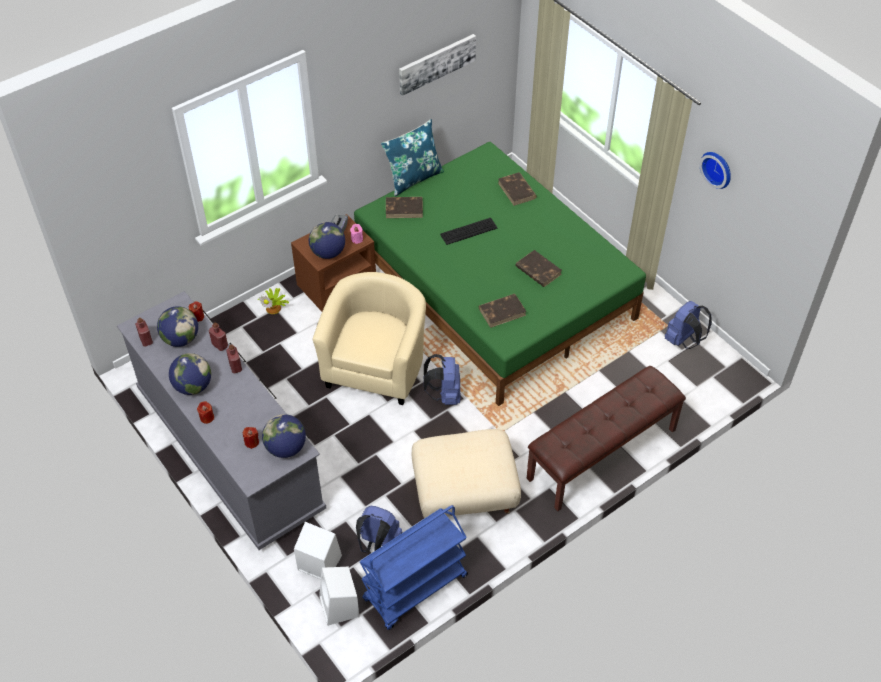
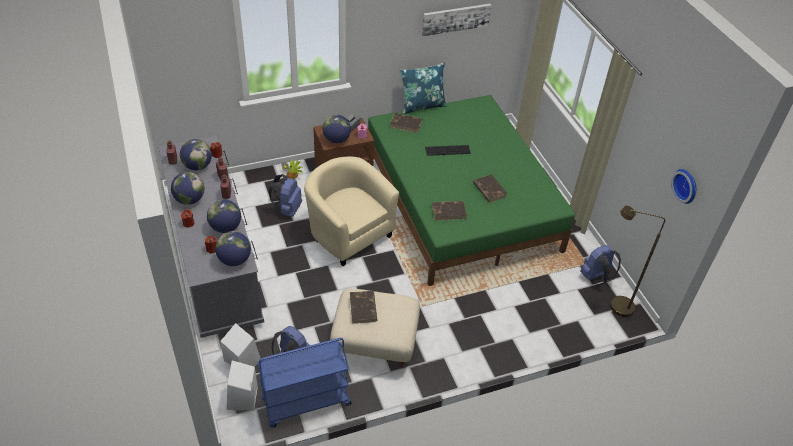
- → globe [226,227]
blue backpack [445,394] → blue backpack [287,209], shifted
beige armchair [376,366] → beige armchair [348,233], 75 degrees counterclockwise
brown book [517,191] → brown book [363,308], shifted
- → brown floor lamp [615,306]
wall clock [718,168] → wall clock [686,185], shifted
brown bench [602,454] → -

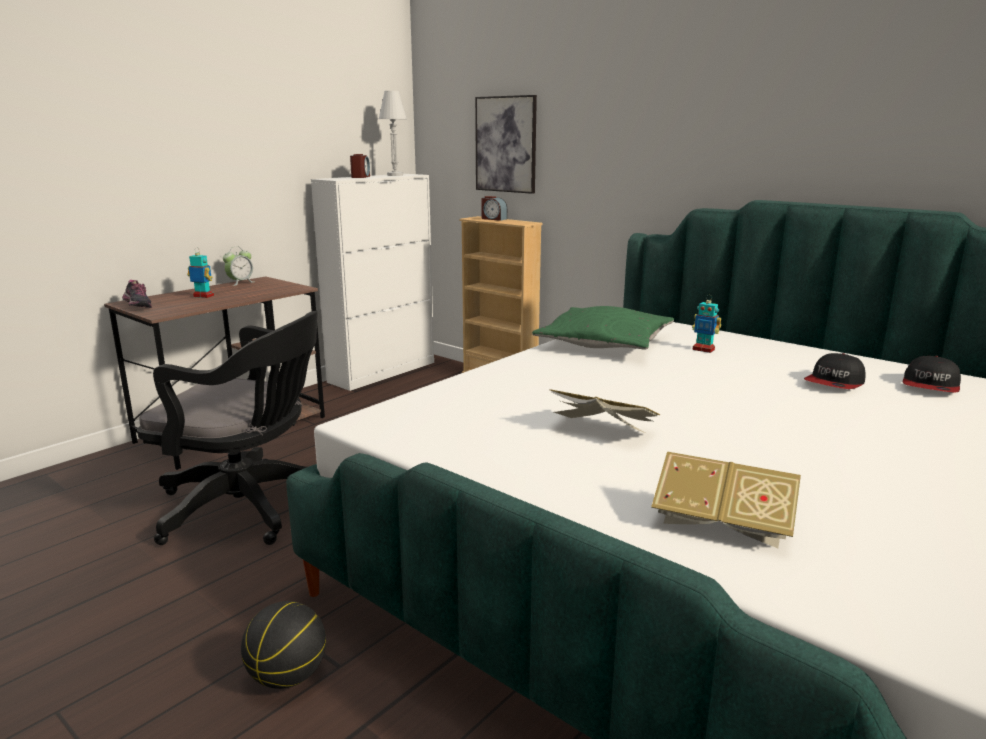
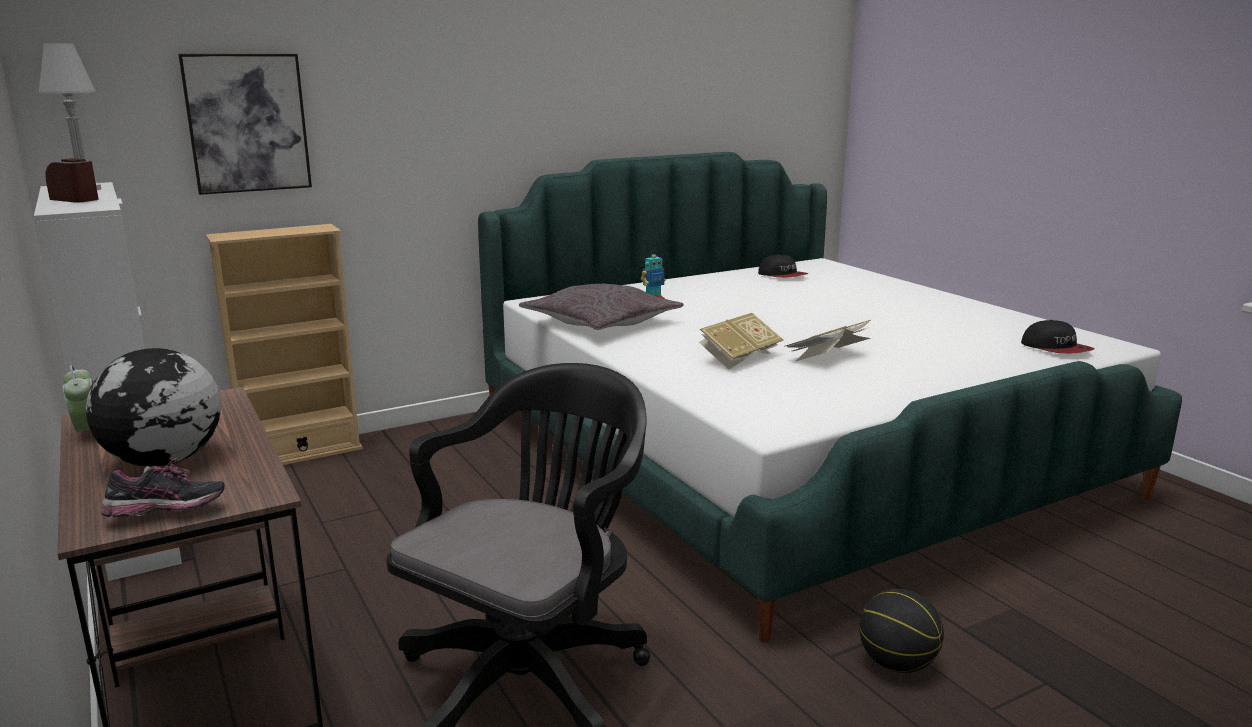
toy robot [203,296] → globe [164,462]
green pillow [604,343] → grey pillow [601,322]
book [722,524] → book [739,358], shifted
cap [835,383] → cap [1056,349], shifted
alarm clock [493,219] → -

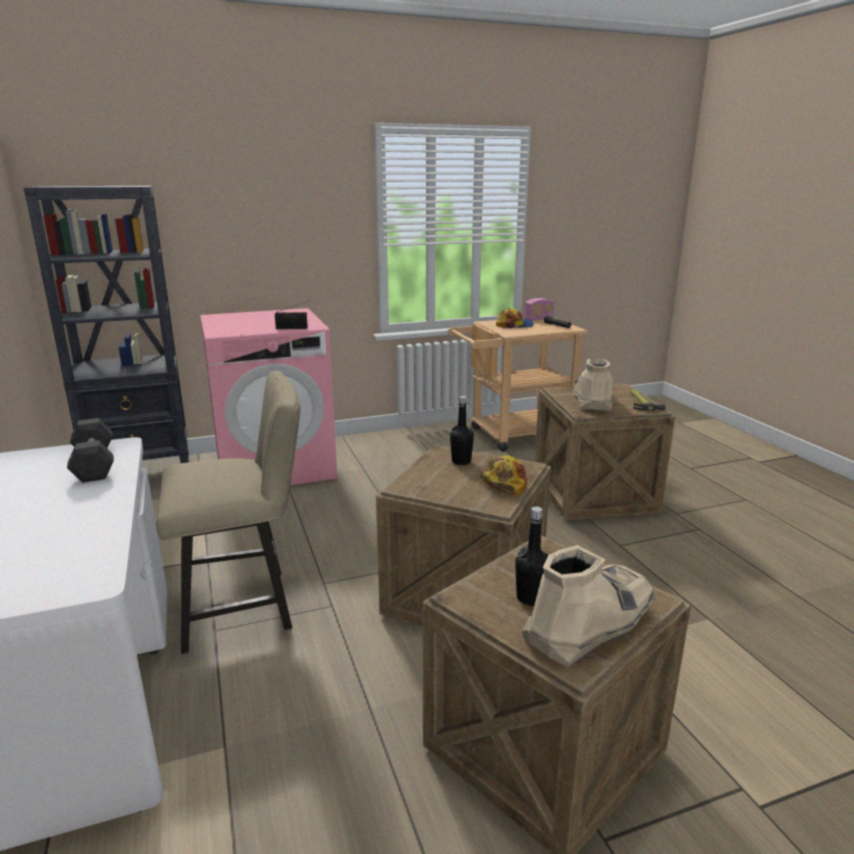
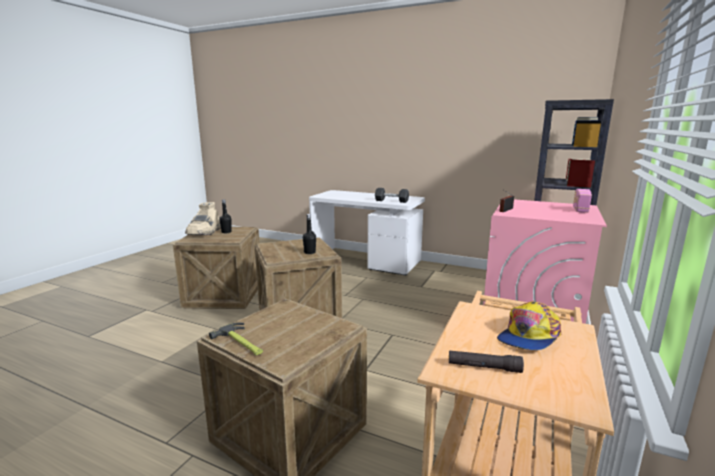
radio [538,319] → radio [580,210], shifted
beige chair [246,606] → -
cap [504,481] → -
beige boot [592,400] → -

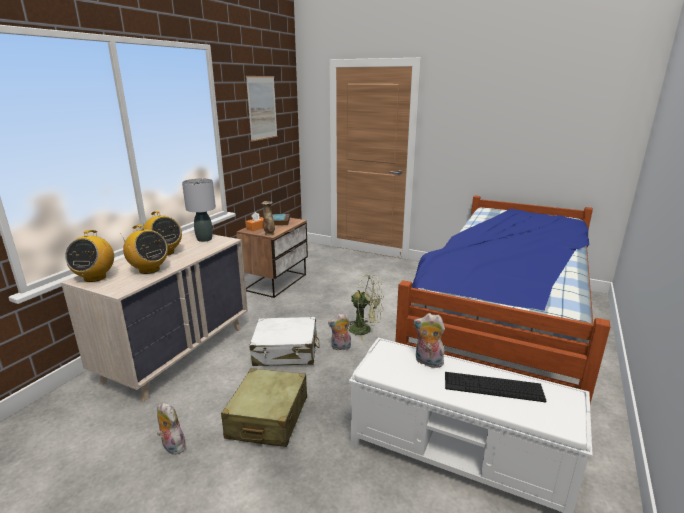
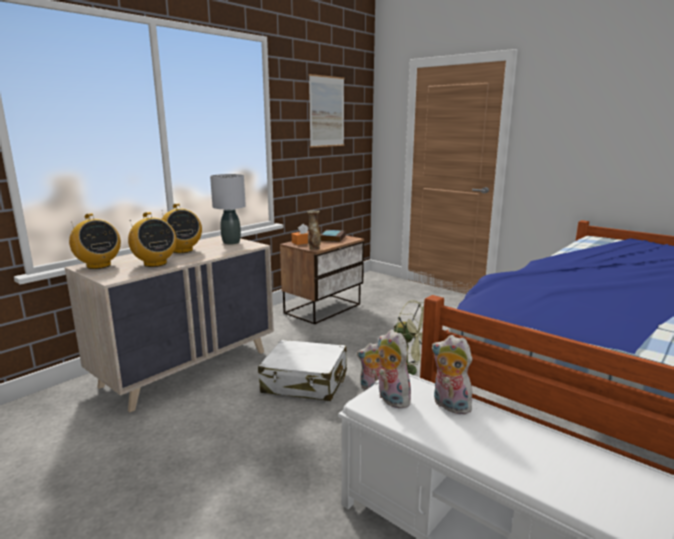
radio [95,277] → radio [98,265], 60 degrees counterclockwise
plush toy [172,446] → plush toy [390,399], shifted
beige suitcase [268,417] → -
keyboard [493,386] → -

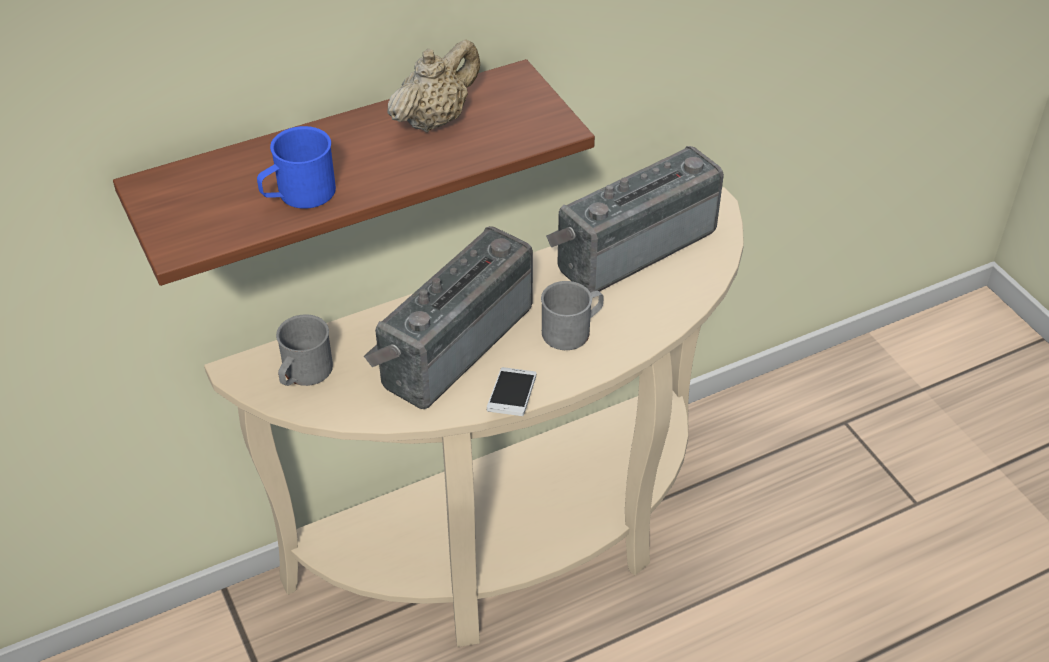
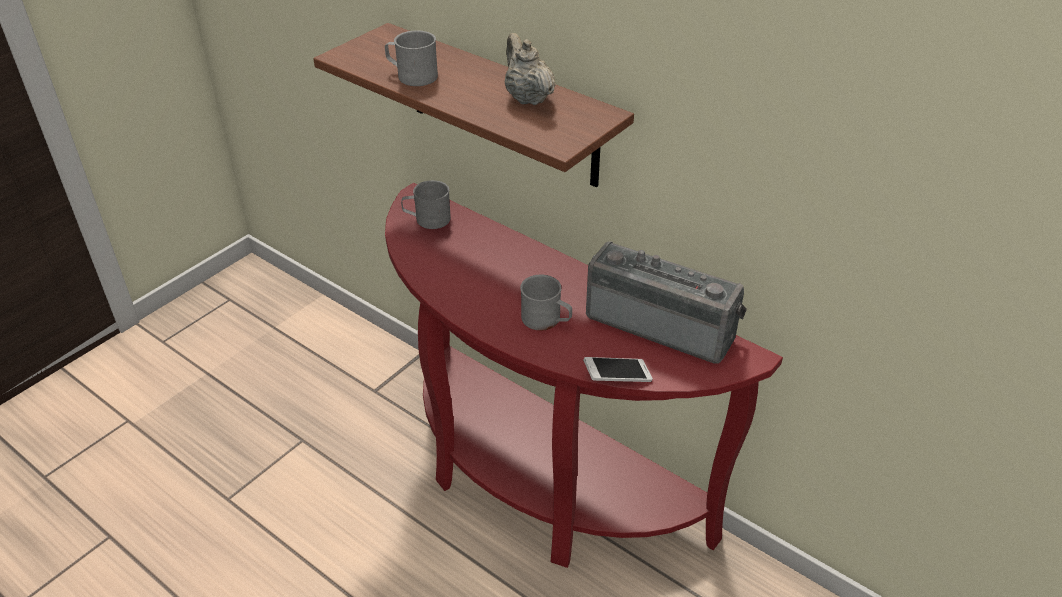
blue mug [298,195] → grey mug [412,76]
beige console table [518,544] → red console table [537,481]
beige teapot [435,120] → beige teapot [527,98], 135 degrees counterclockwise
phone [512,399] → phone [617,377], shifted
radio [451,343] → -

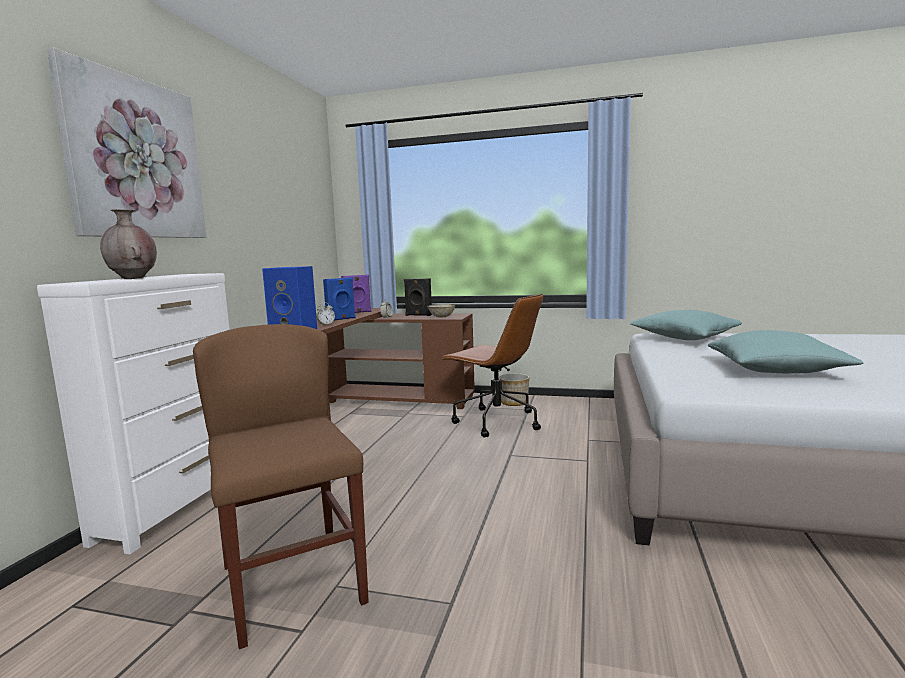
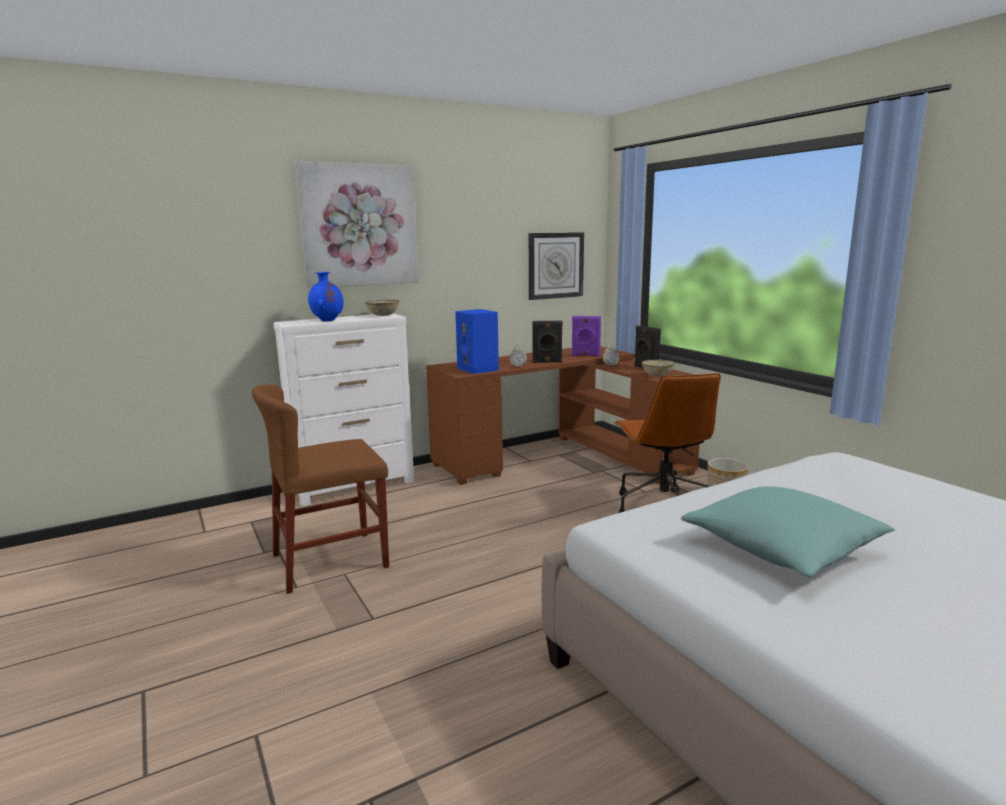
brown chair [292,584] → brown chair [330,561], 135 degrees counterclockwise
brown vase [133,278] → blue vase [327,320]
- → bowl [382,315]
- → wall clock [555,265]
blue speaker [341,319] → black speaker [547,362]
turquoise pillow [684,338] → -

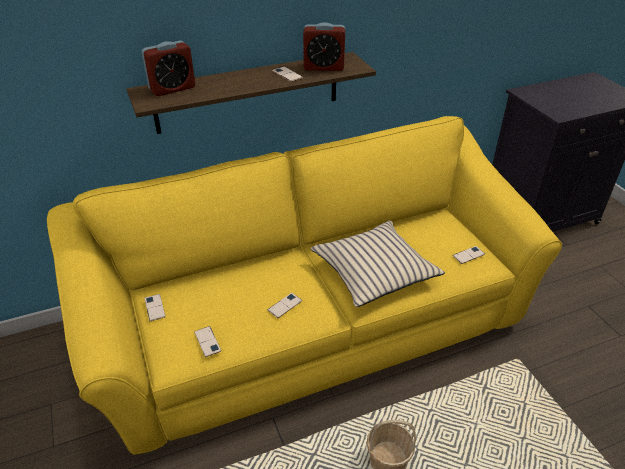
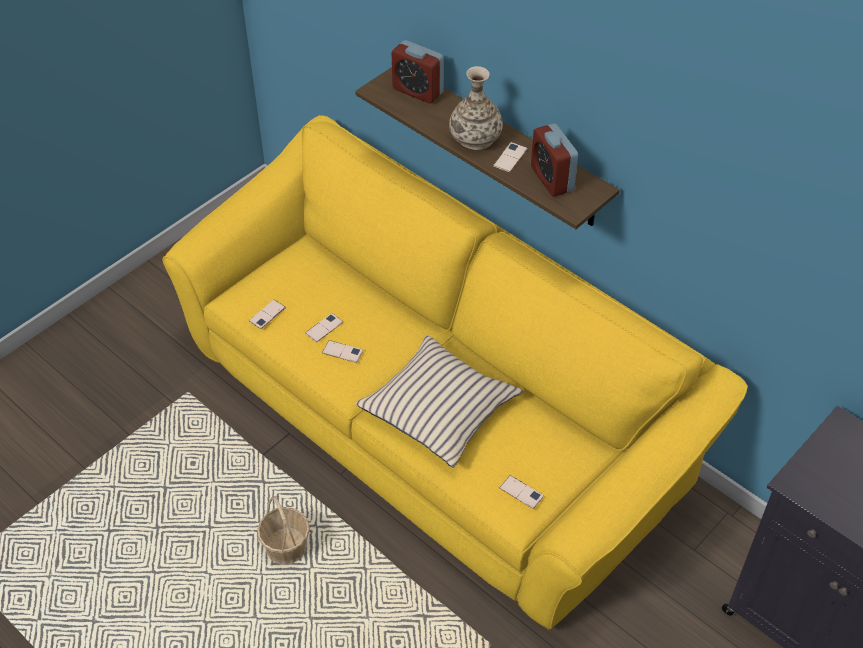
phone [154,307] → phone [324,328], shifted
- → vase [475,138]

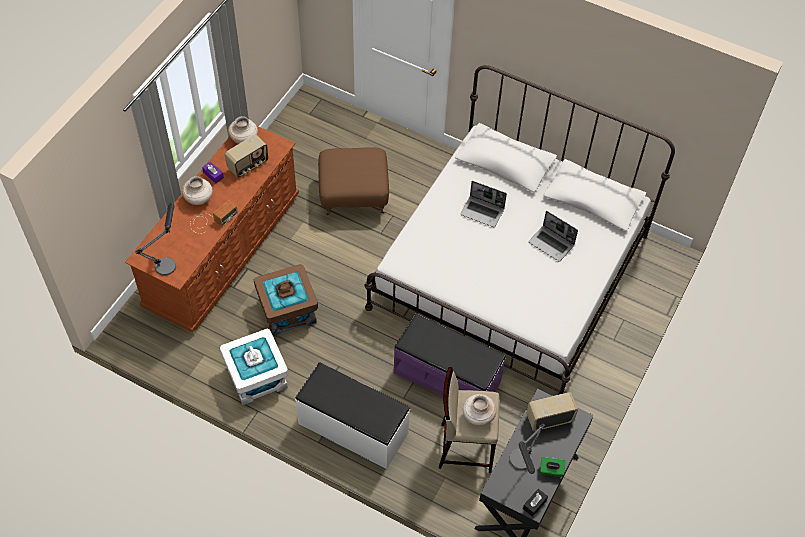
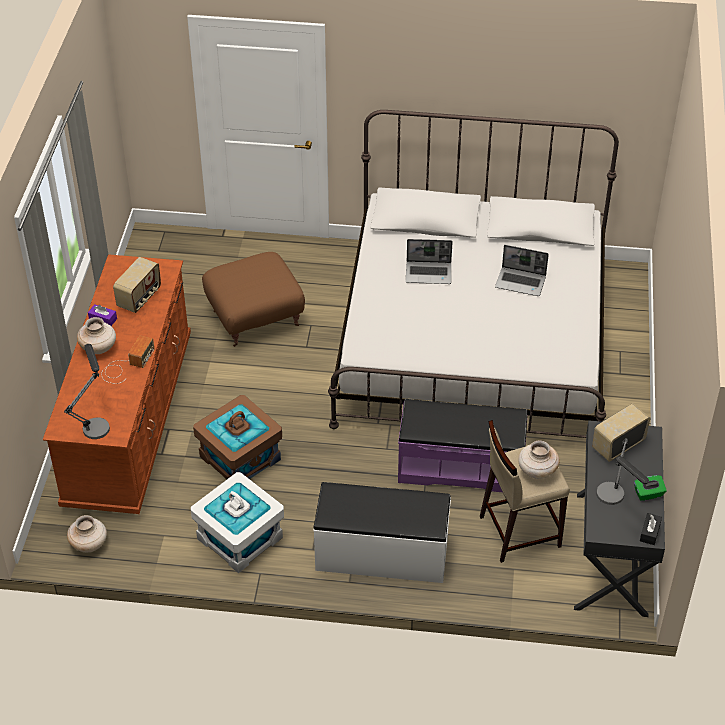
beige vase [244,139] → beige vase [89,544], shifted

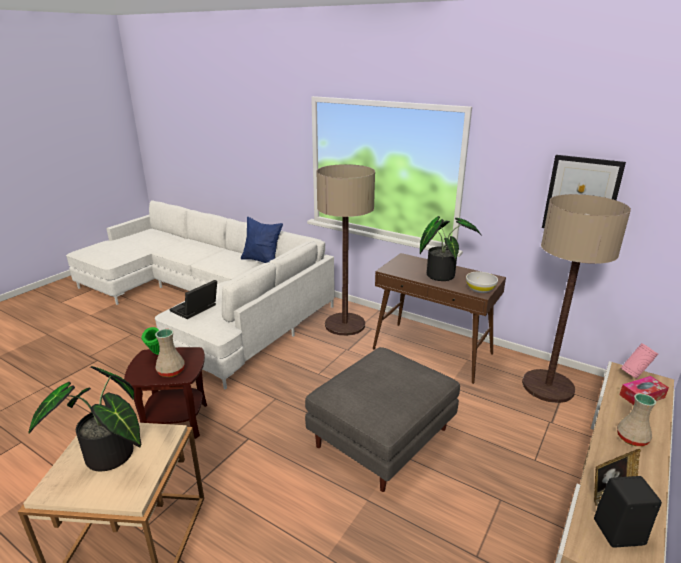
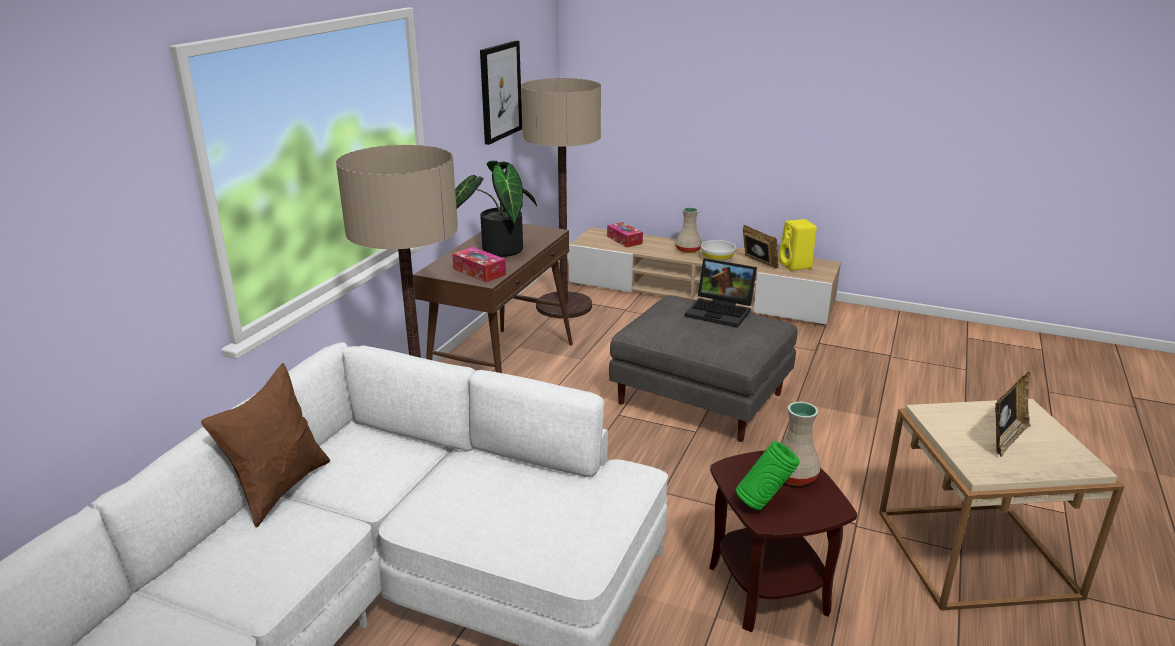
blue pillow [262,261] → brown pillow [279,488]
- → tissue box [479,272]
laptop [195,309] → laptop [721,311], shifted
white bowl [480,289] → white bowl [717,259], shifted
black speaker [617,532] → yellow speaker [796,265]
potted plant [110,459] → picture frame [1005,439]
pink vase [634,375] → -

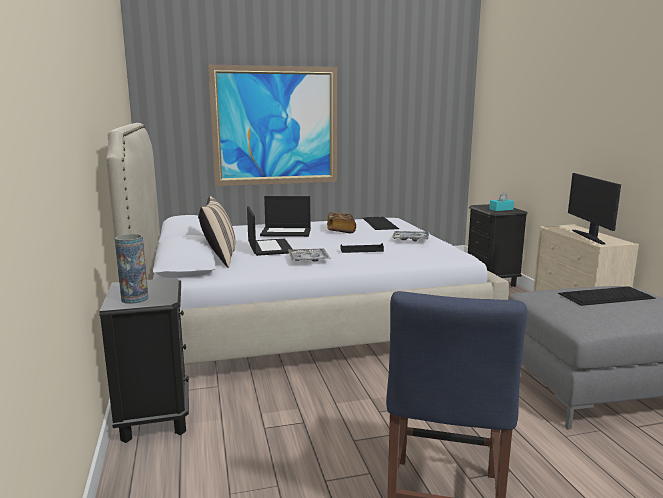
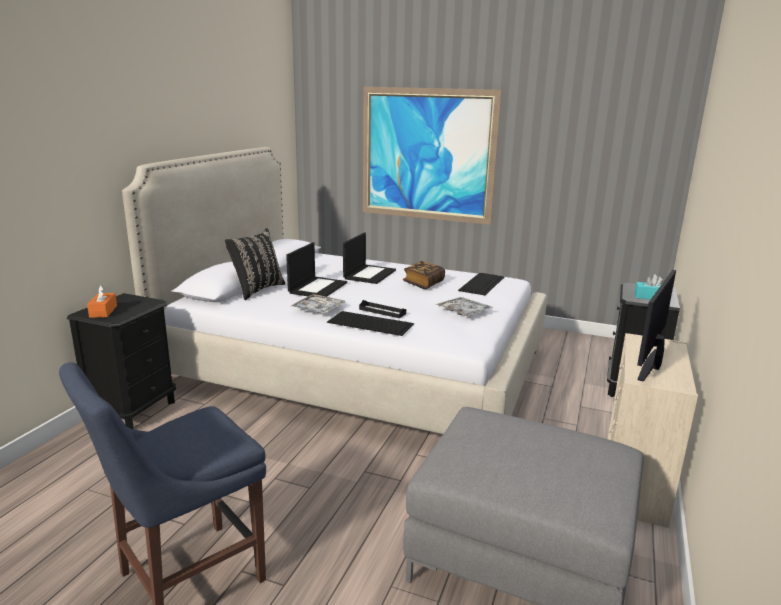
vase [135,299] → orange tissue box [103,311]
beige pillow [219,259] → black pillow [257,290]
keyboard [605,296] → keyboard [369,323], shifted
laptop [286,232] → laptop [369,274], 105 degrees counterclockwise

